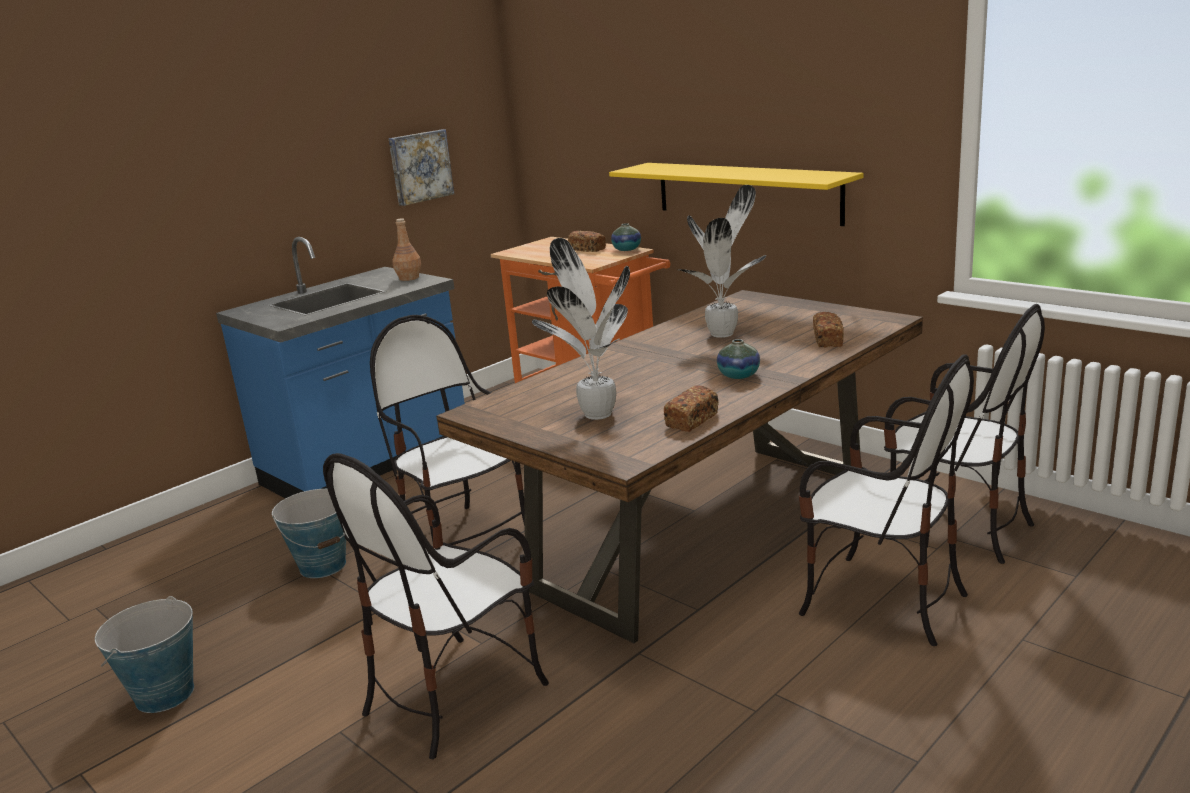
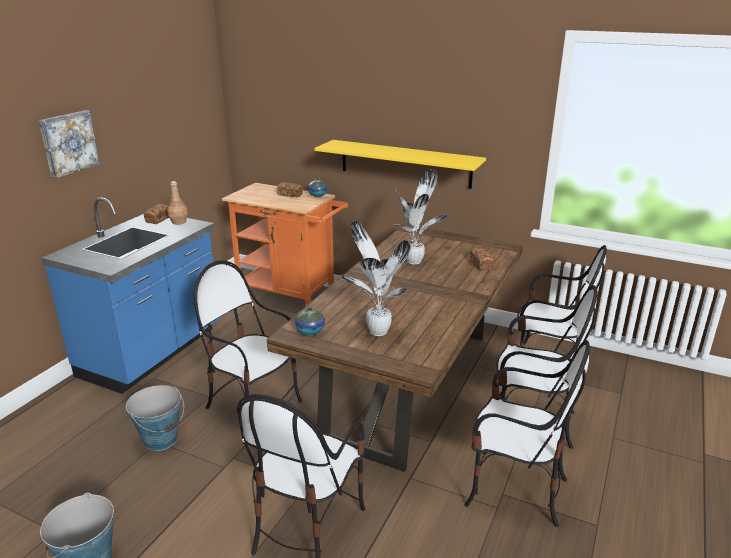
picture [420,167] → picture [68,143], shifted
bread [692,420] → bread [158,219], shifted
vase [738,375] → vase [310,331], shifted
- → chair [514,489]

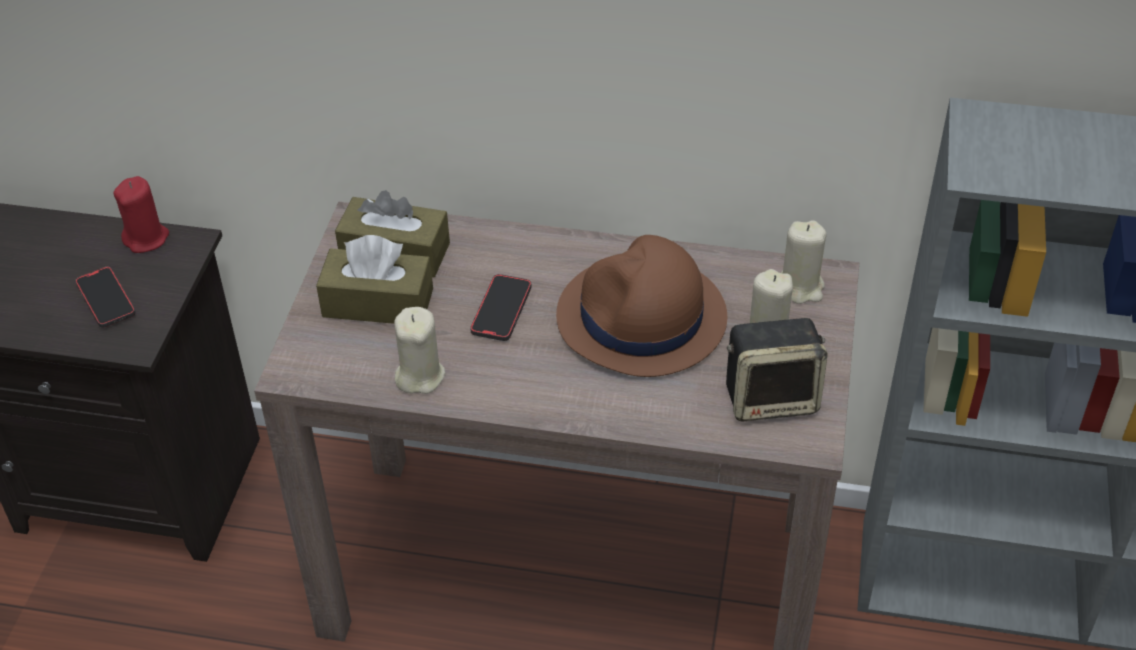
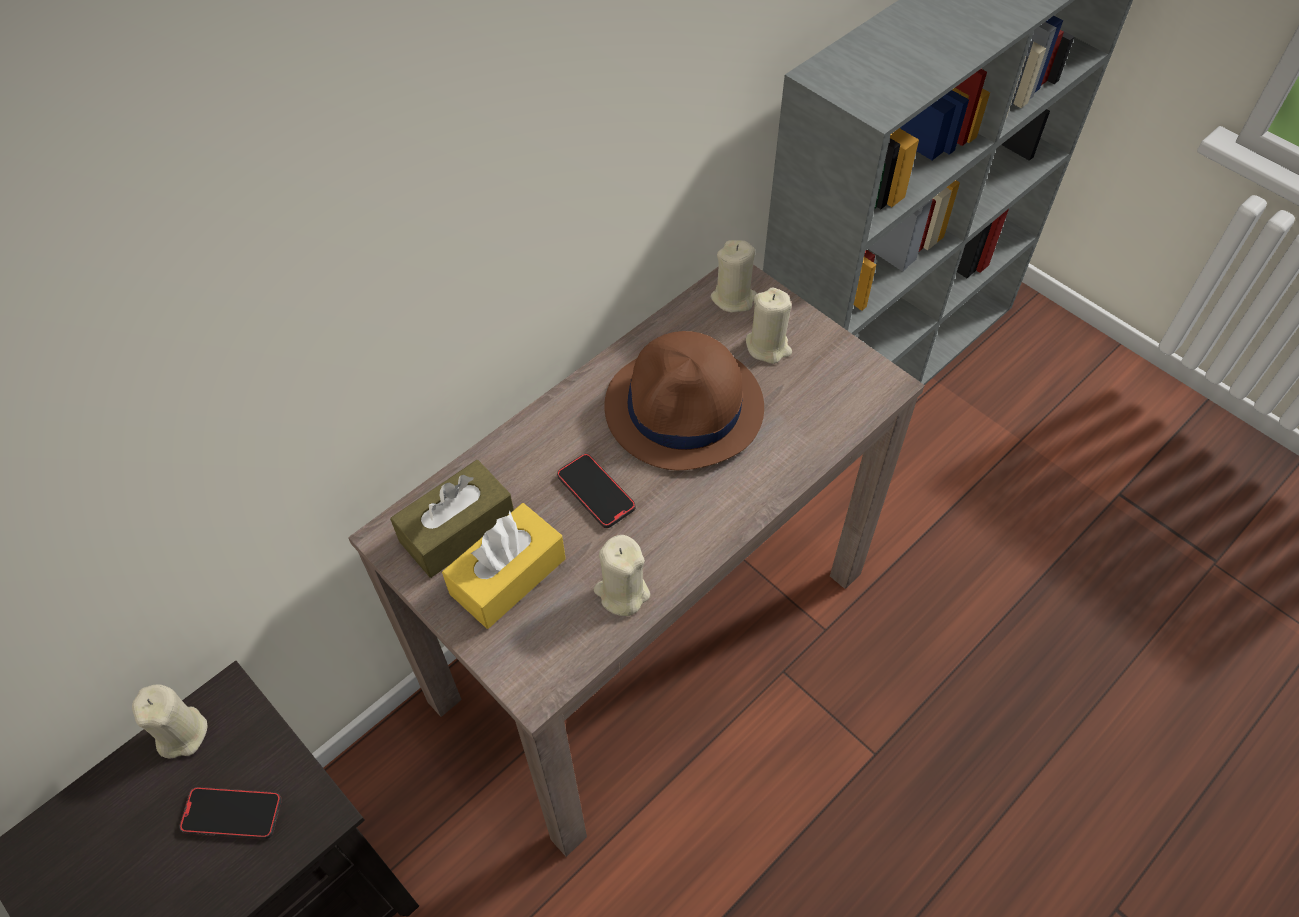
red candle [146,238] → beige candle [182,733]
brown tissue box [378,303] → yellow tissue box [508,576]
speaker [772,397] → -

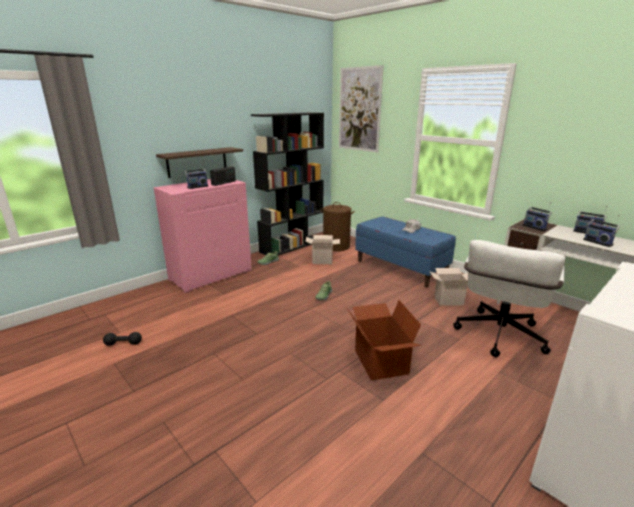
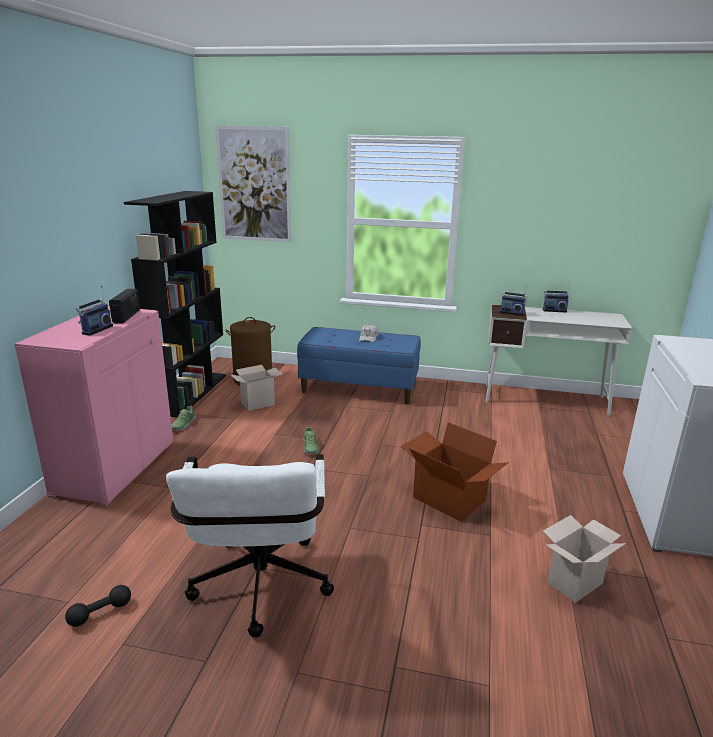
white office chair [498,338] → white office chair [259,591], shifted
cardboard box [449,300] → cardboard box [574,581], shifted
shelf [197,162] → -
radio [598,242] → -

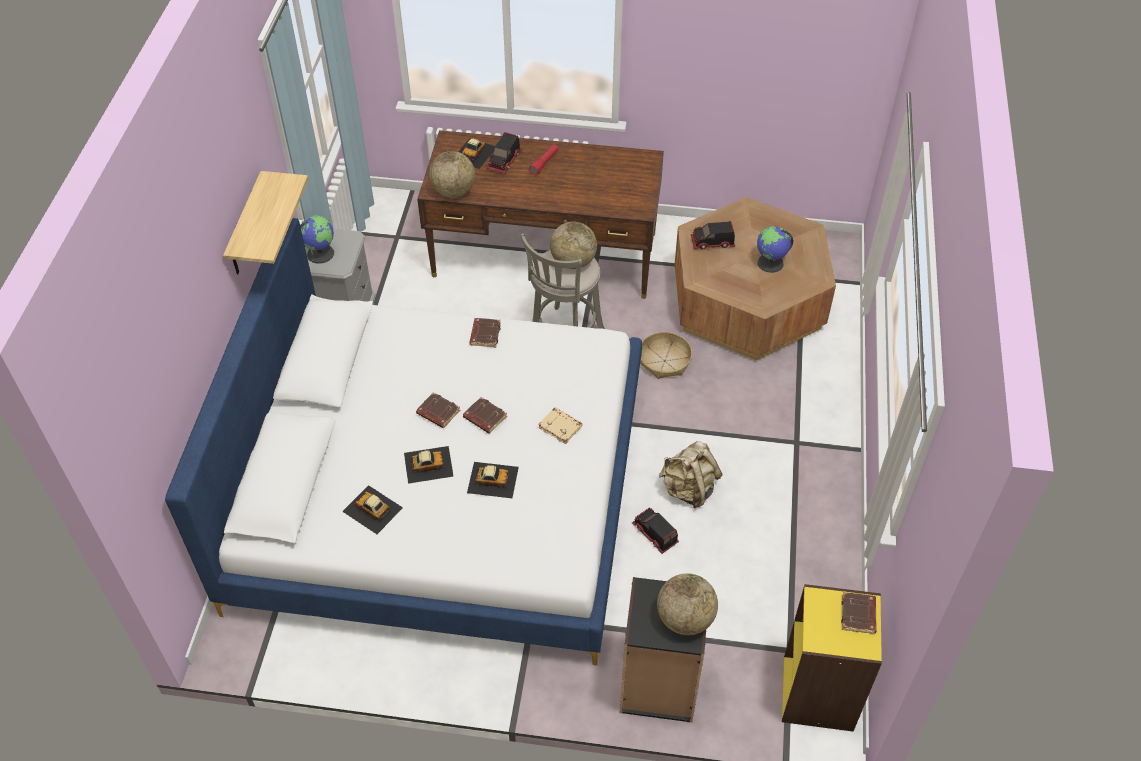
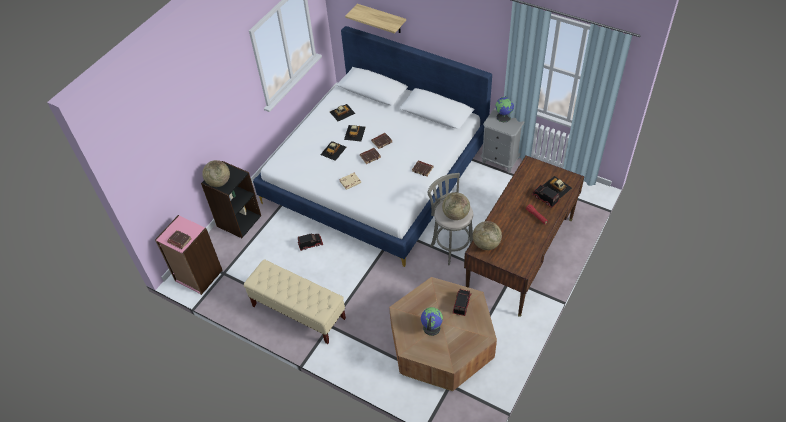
yellow bookcase [819,693] → pink bookcase [198,276]
- → beige bench [298,312]
shelf [246,227] → shelf [381,19], shifted
globe [453,191] → globe [486,244], shifted
basket [665,361] → -
beige backpack [688,489] → -

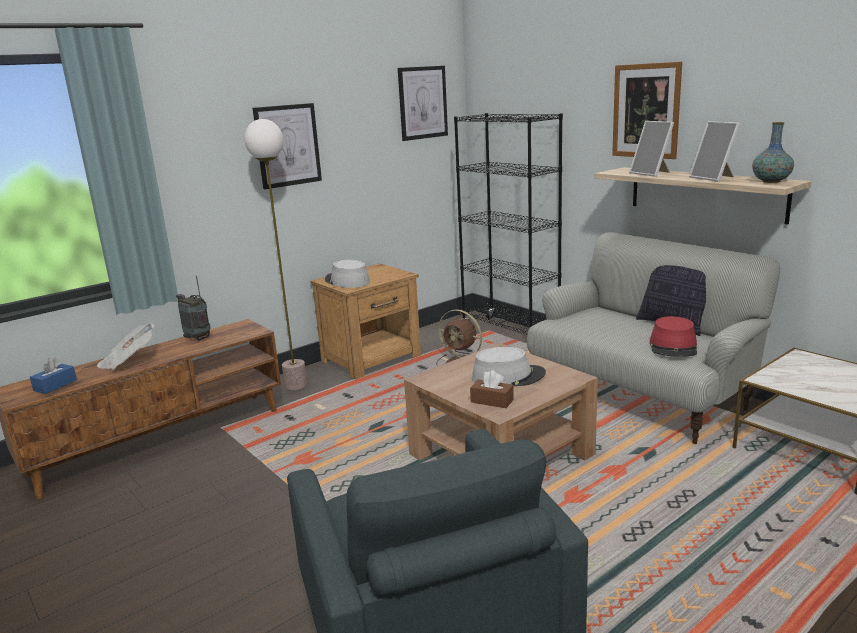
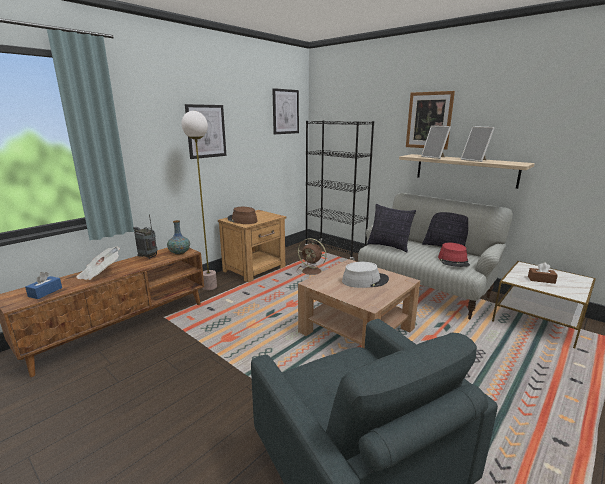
vase [771,181] → vase [179,253], shifted
grey hat [347,281] → brown hat [242,220]
- → pillow [389,246]
brown tissue box [492,401] → brown tissue box [541,280], shifted

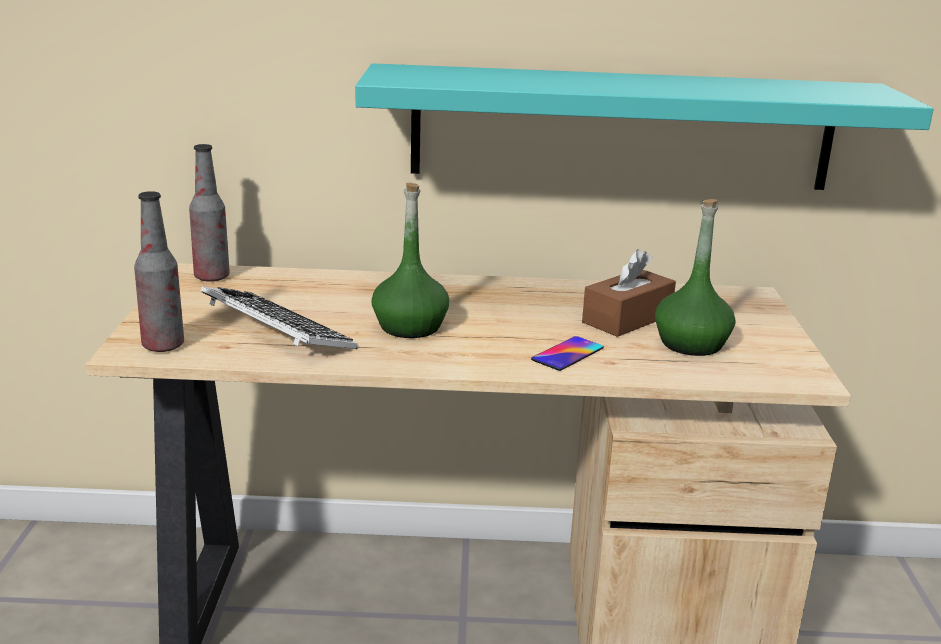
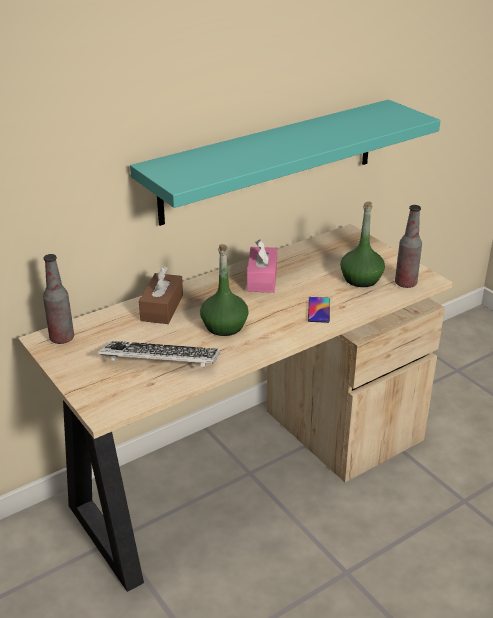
brown tissue box [627,319] → brown tissue box [162,308], shifted
- → pink tissue box [262,279]
bottle [163,346] → bottle [405,283], shifted

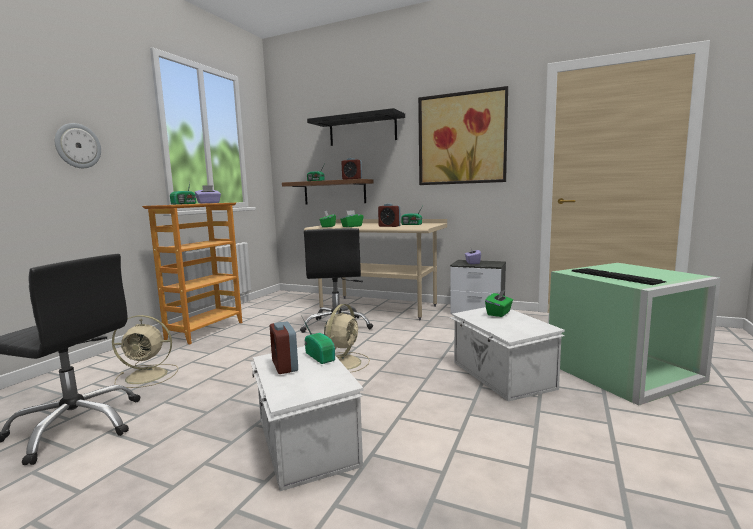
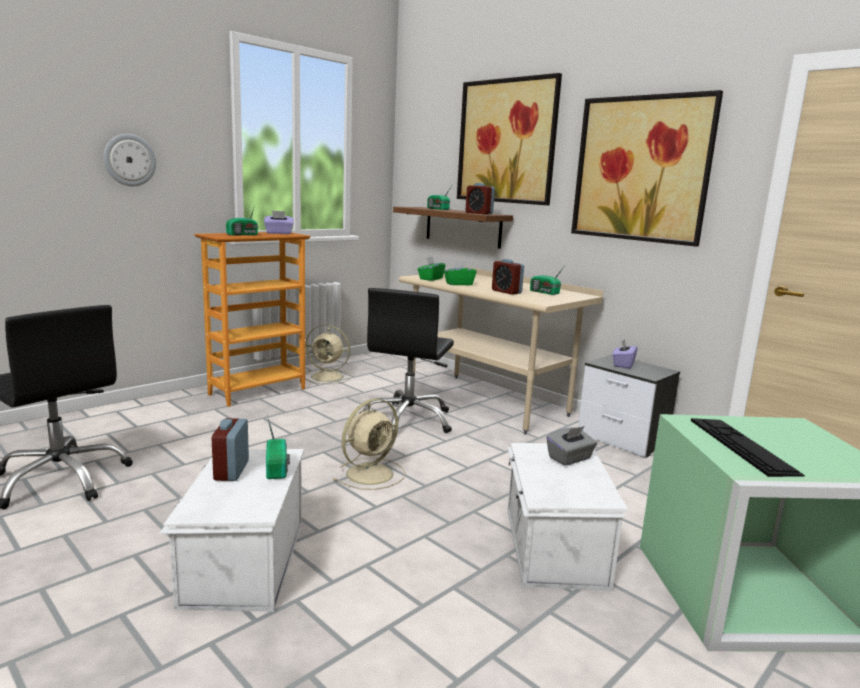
beige fan [148,376] → beige fan [328,377], shifted
black shelf [362,130] → picture [507,141]
green tissue box [499,313] → grey tissue box [570,458]

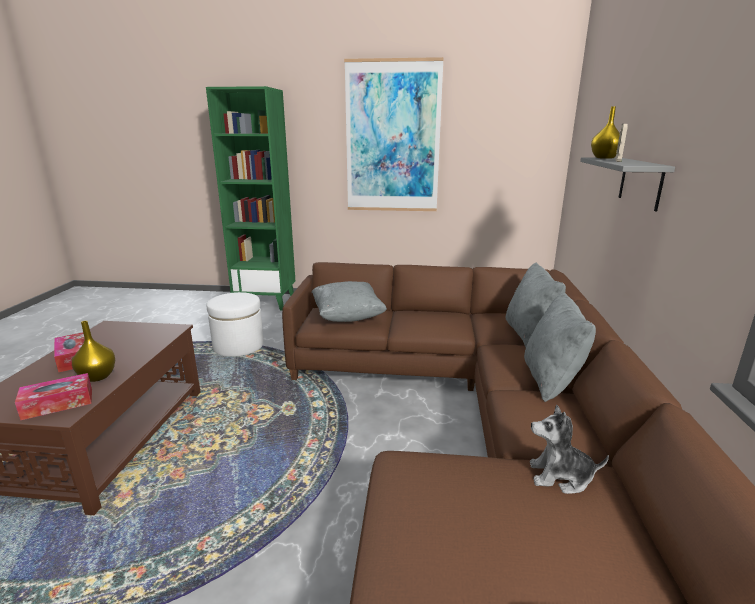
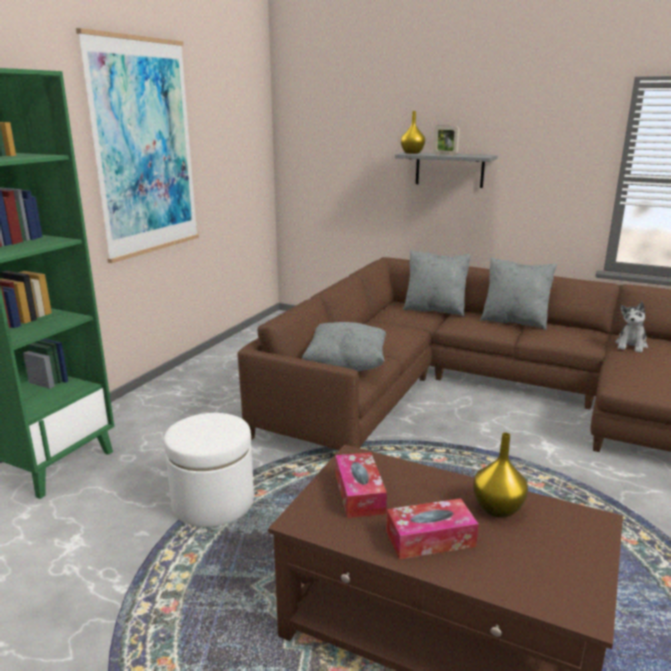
tissue box [58,404] → tissue box [359,493], shifted

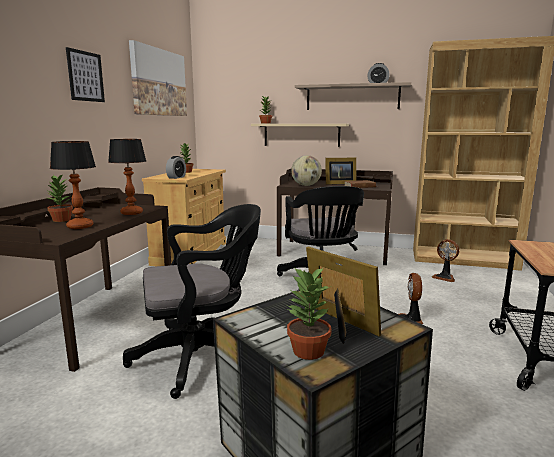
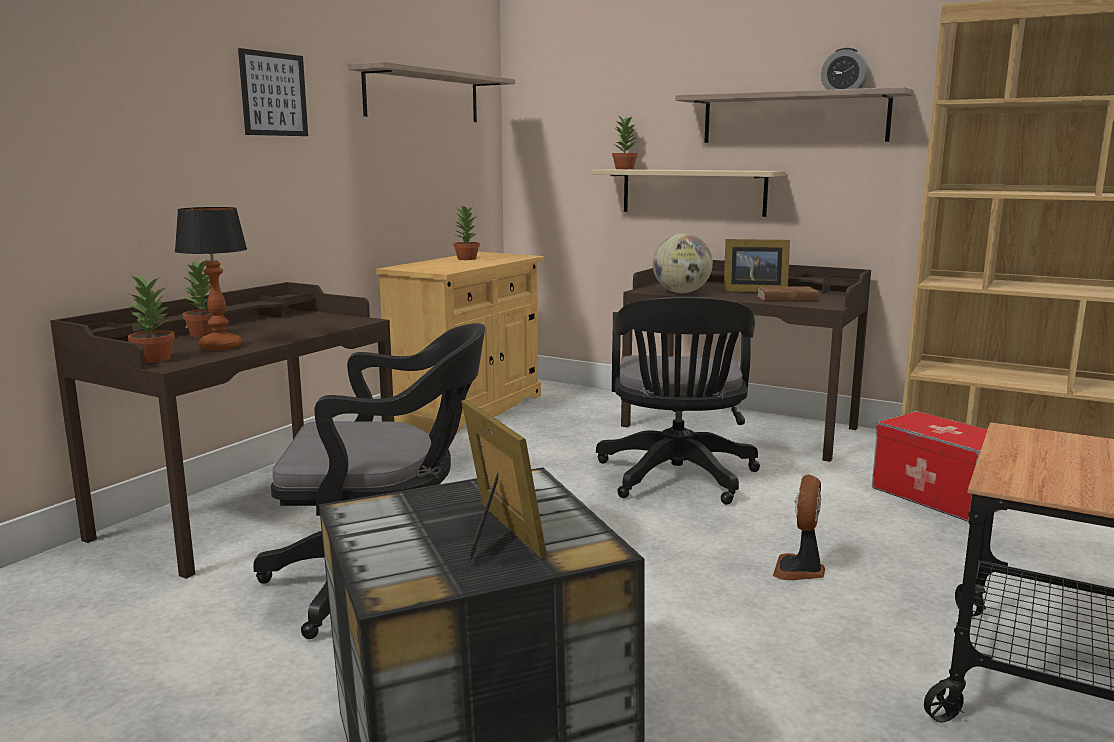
potted plant [307,351] → potted plant [153,359], shifted
picture [159,82] → shelf [423,96]
fan [444,277] → storage box [939,497]
table lamp [131,213] → -
alarm clock [176,177] → -

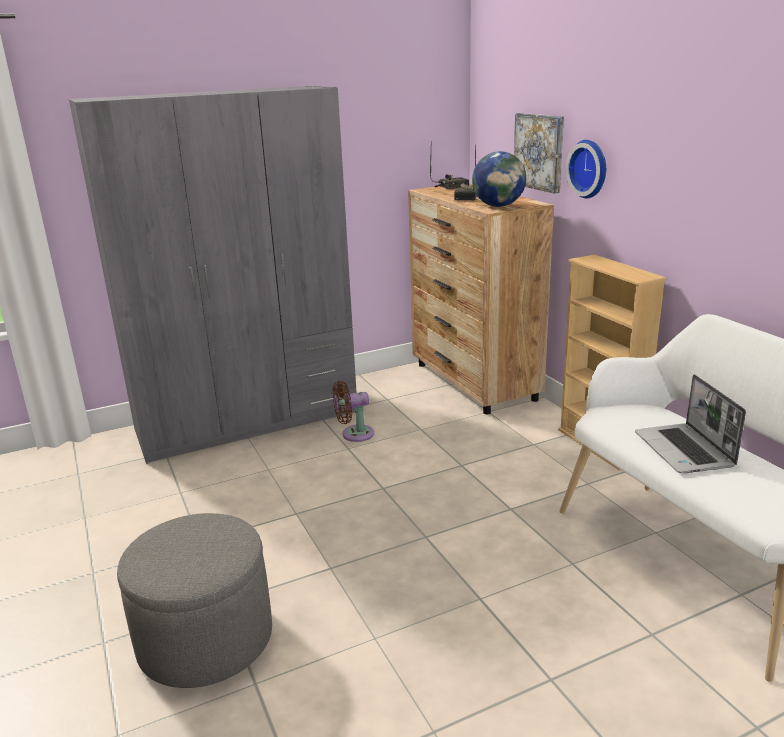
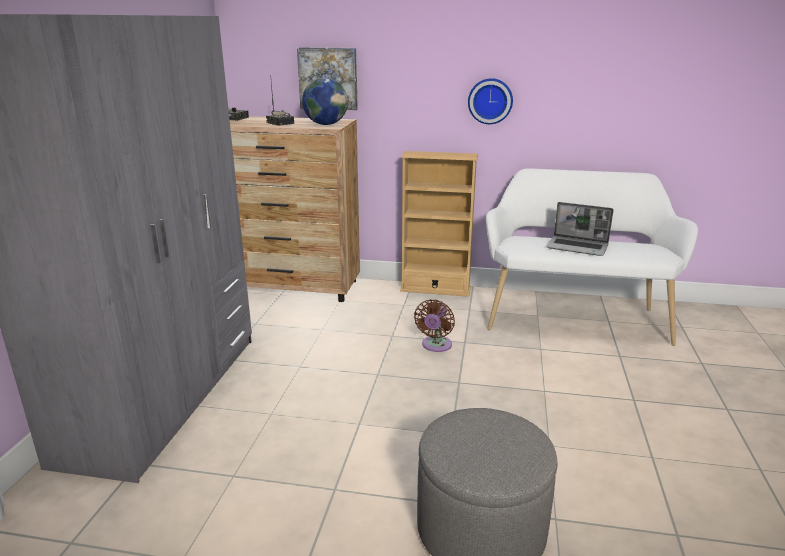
brown fan [354,434] → brown fan [435,346], shifted
wall clock [590,168] → wall clock [490,101], shifted

